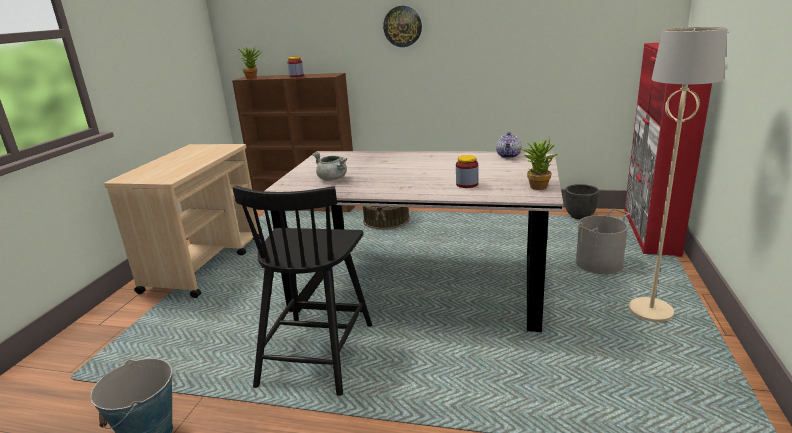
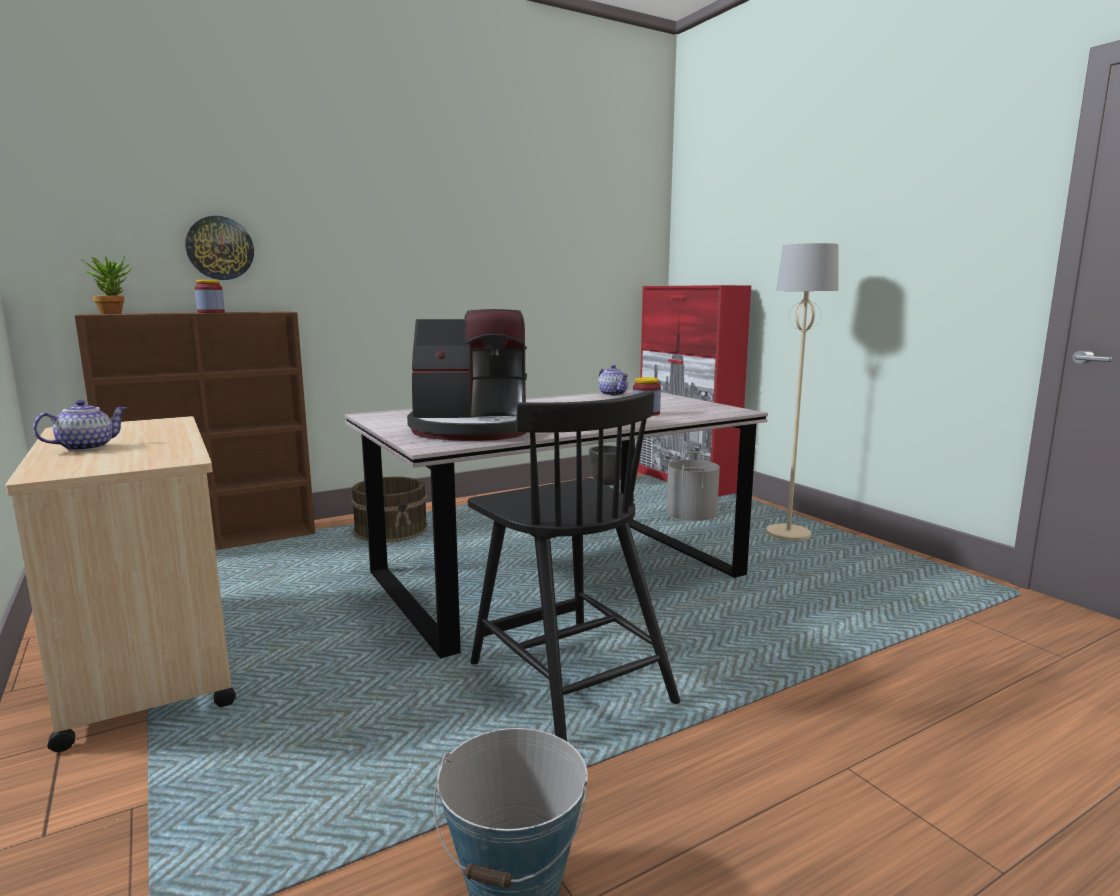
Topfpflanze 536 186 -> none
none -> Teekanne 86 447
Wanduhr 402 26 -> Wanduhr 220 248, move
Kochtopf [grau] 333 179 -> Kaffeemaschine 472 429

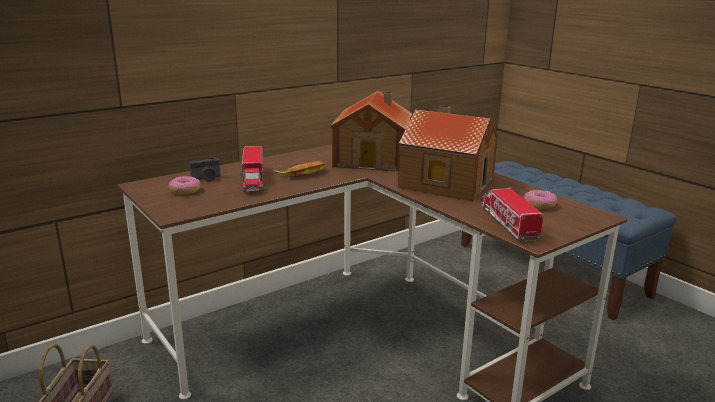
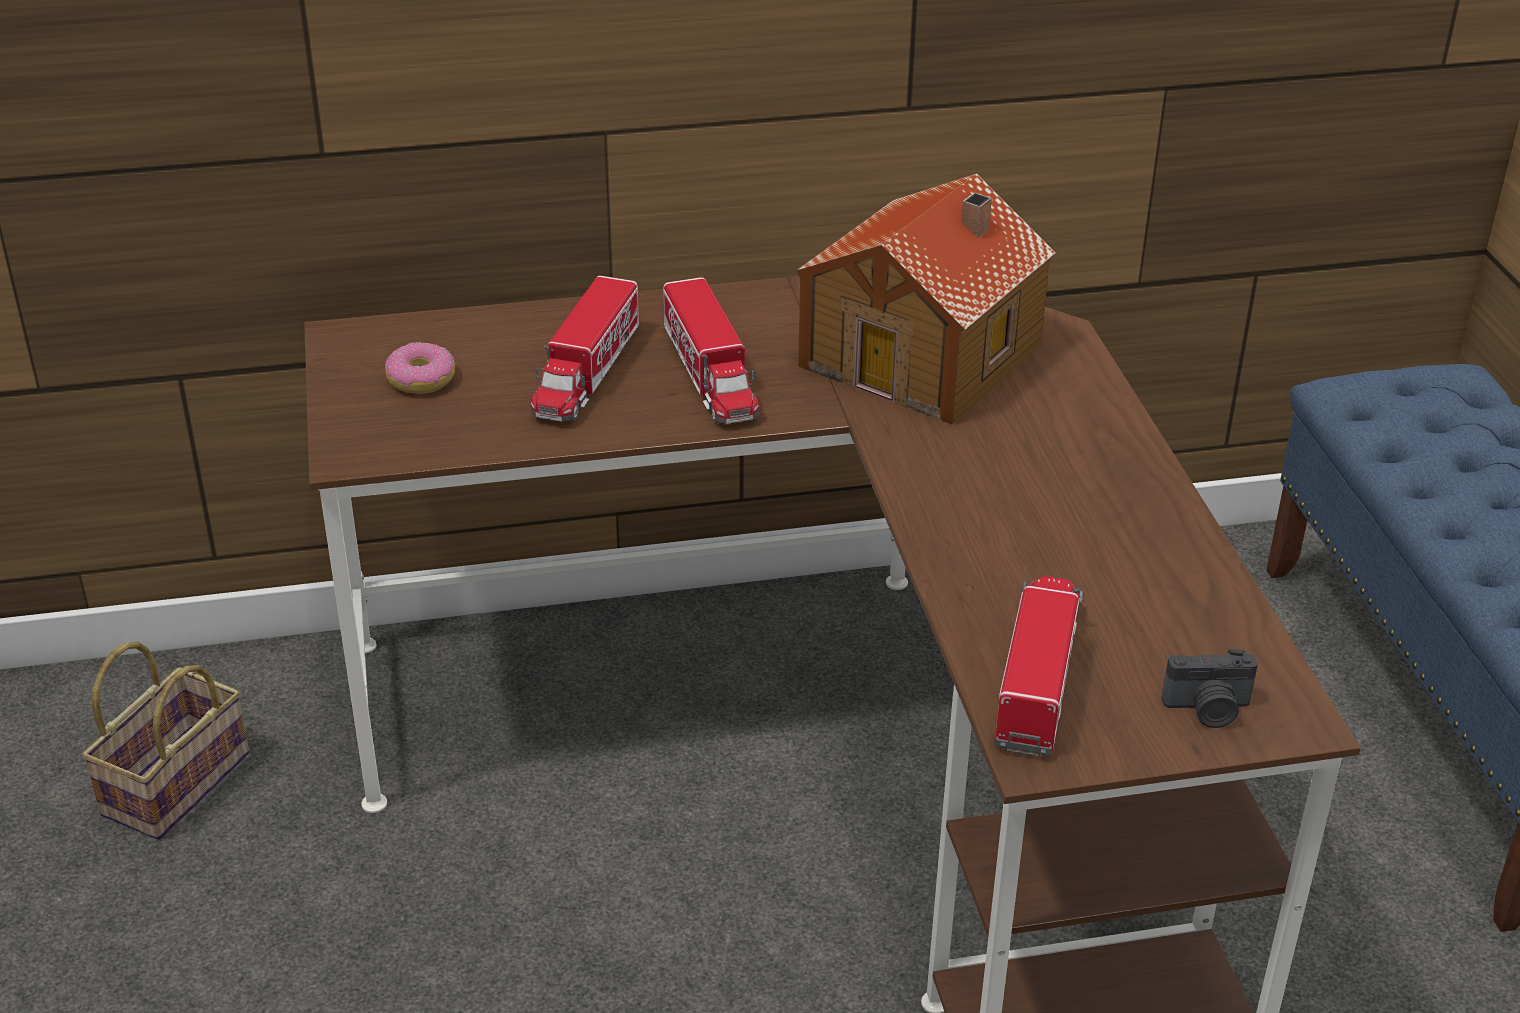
Spielzeughaus 446 181 -> none
Donut 539 205 -> none
Kamera 207 178 -> Kamera 1208 710, move
Banane 302 173 -> Spielzeuglaster 710 374

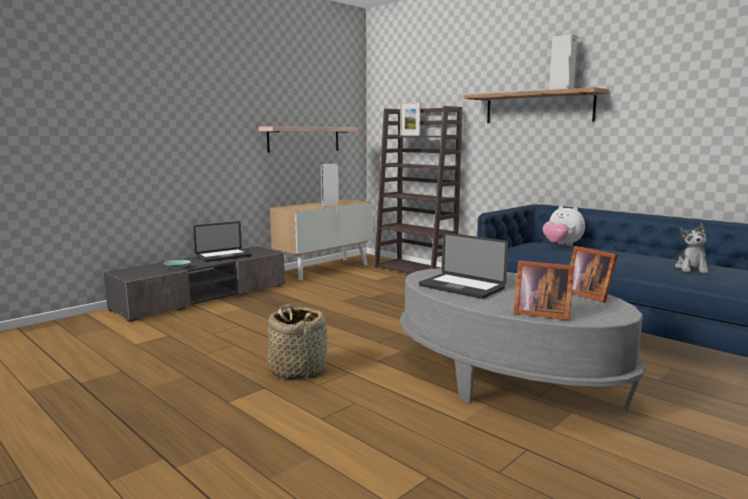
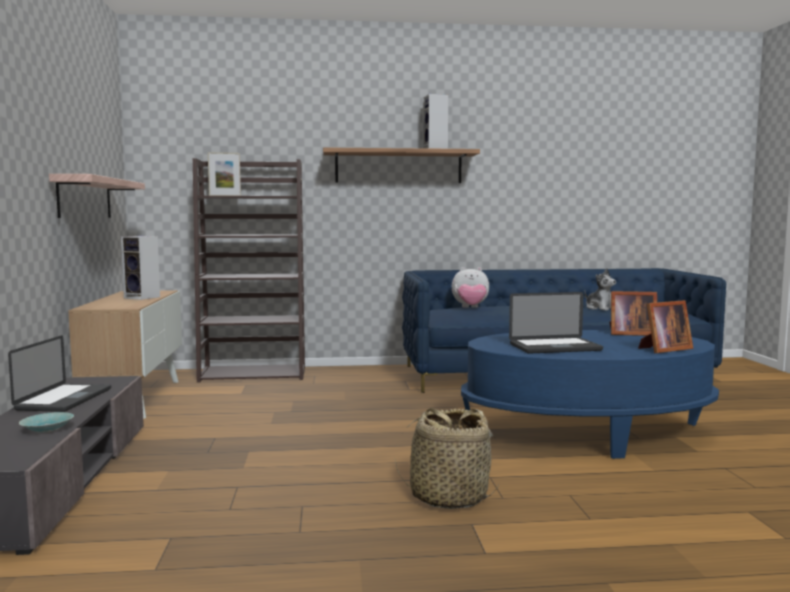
Couchtisch [grau] 506 377 -> Couchtisch [blau] 587 432

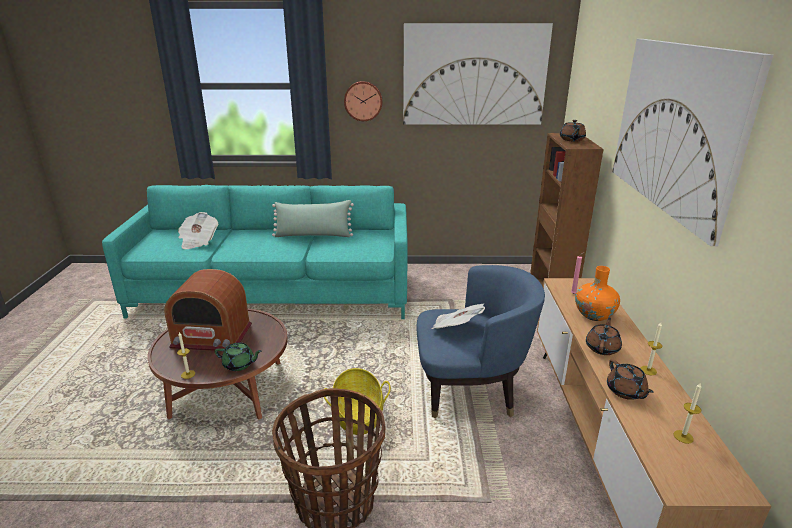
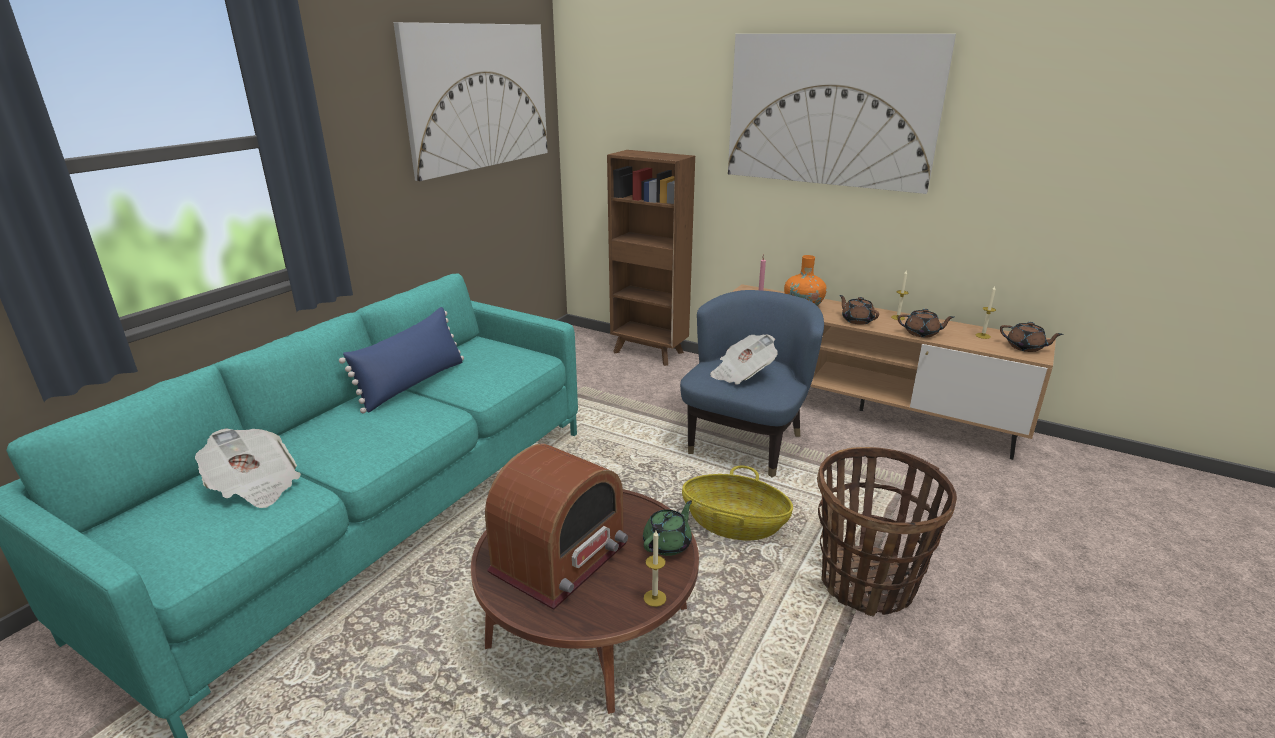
Wanduhr 363 101 -> none
Teekanne [braun] 572 140 -> Teekanne [braun] 1025 347, move
Kissen [grün] 313 235 -> Kissen [blau] 413 384

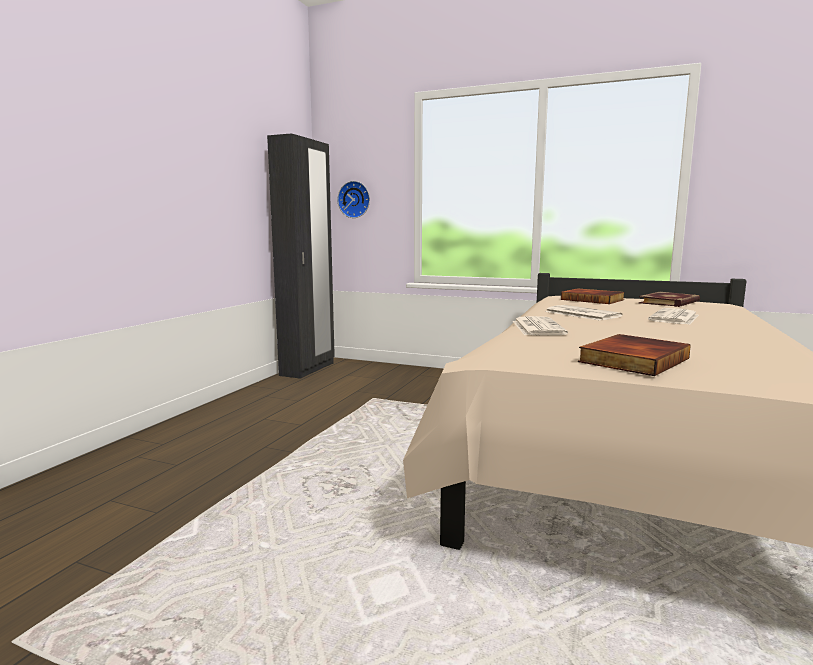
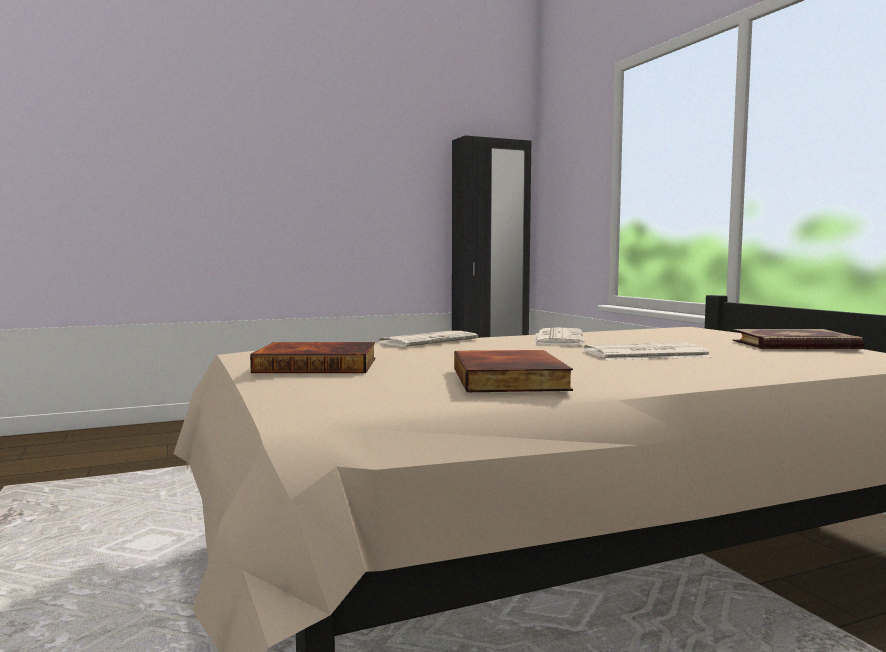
Wanduhr 355 199 -> none
Buch 593 299 -> Buch 511 379, move

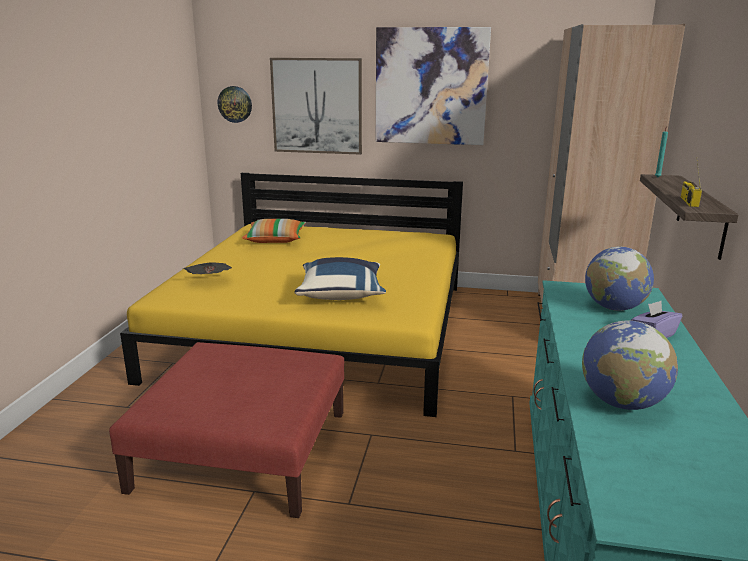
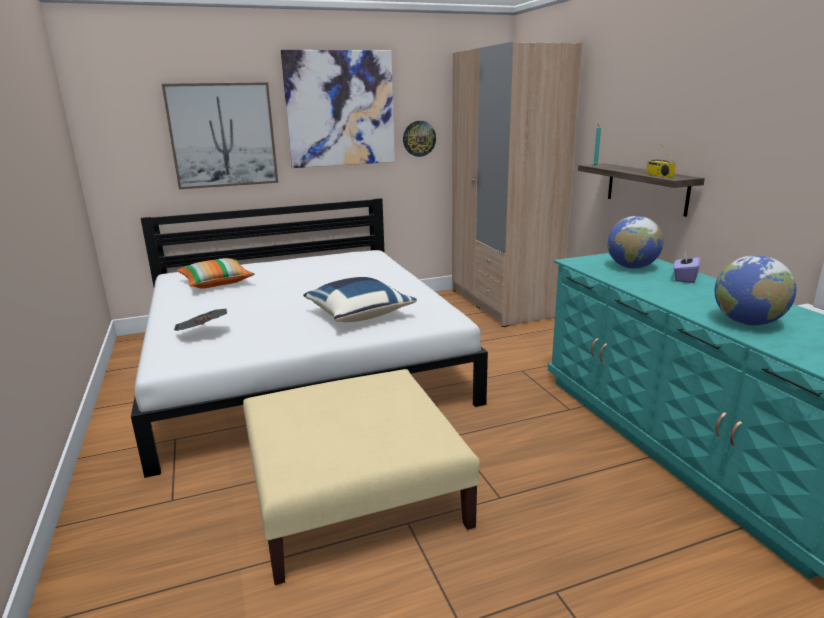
Wanduhr 235 104 -> Wanduhr 419 138, move
Polsterhocker [rot] 244 450 -> Polsterhocker [beige] 355 491
Bett [gelb] 321 328 -> Bett [weiß] 301 362

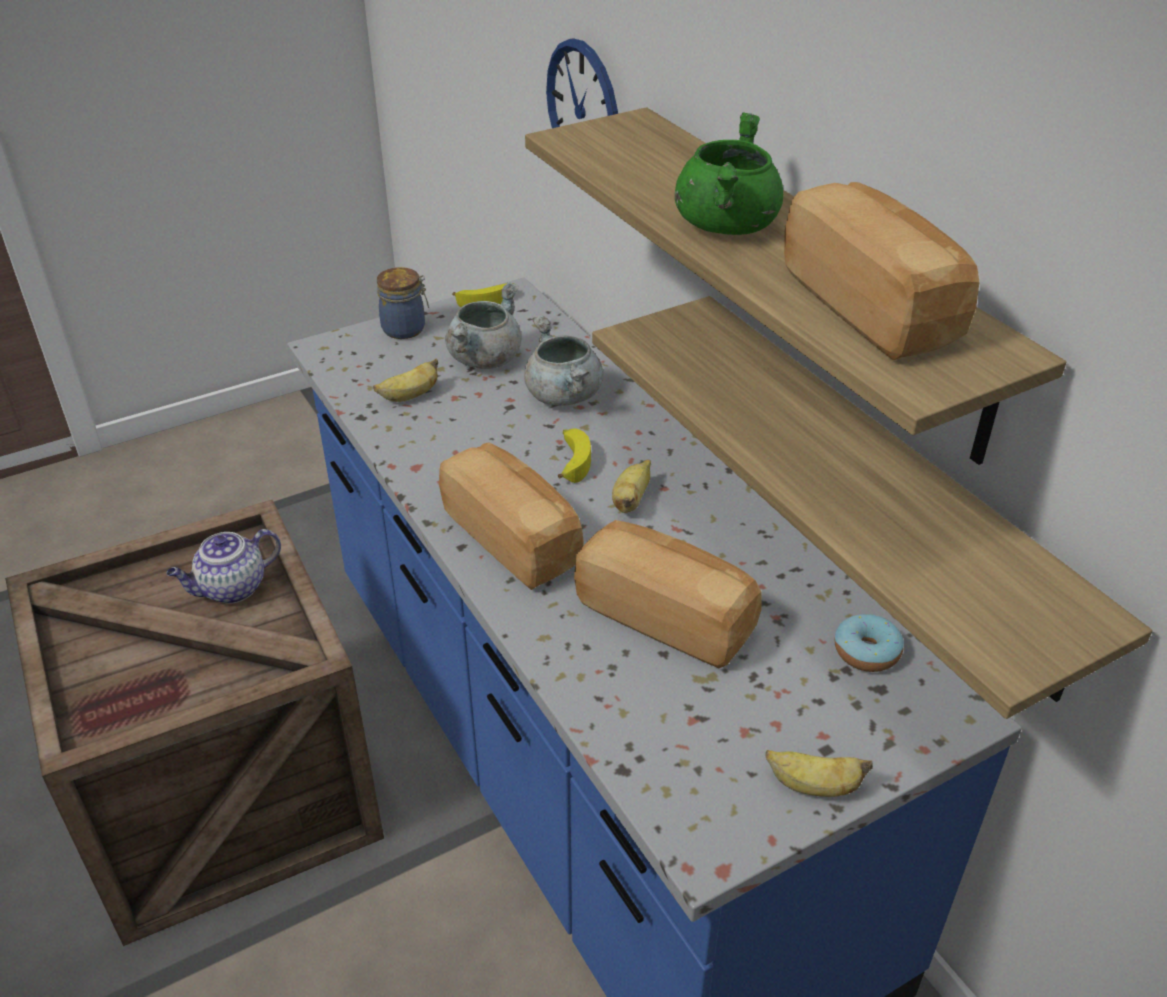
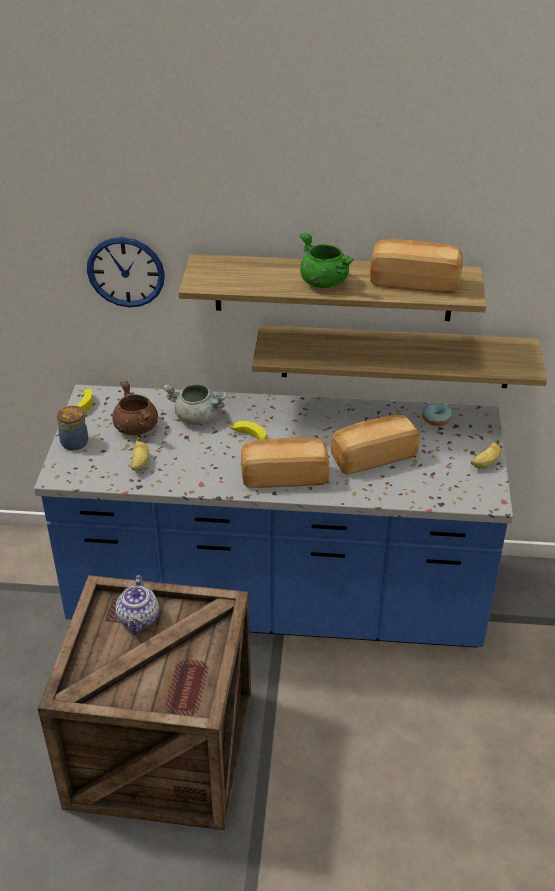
Banane 631 500 -> none
Kochtopf [grau] 484 358 -> Kochtopf [braun] 136 427

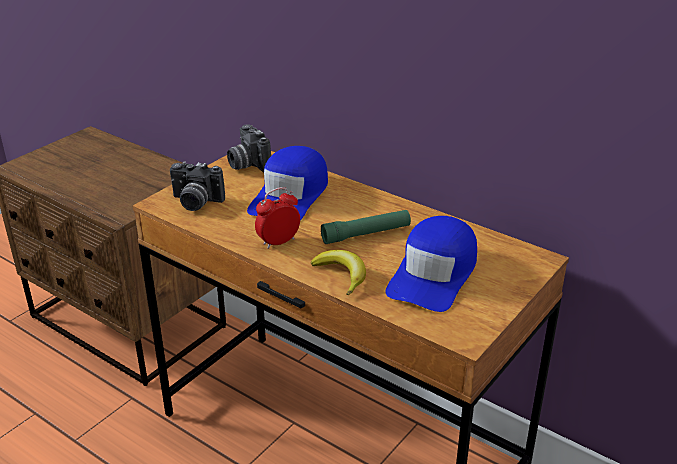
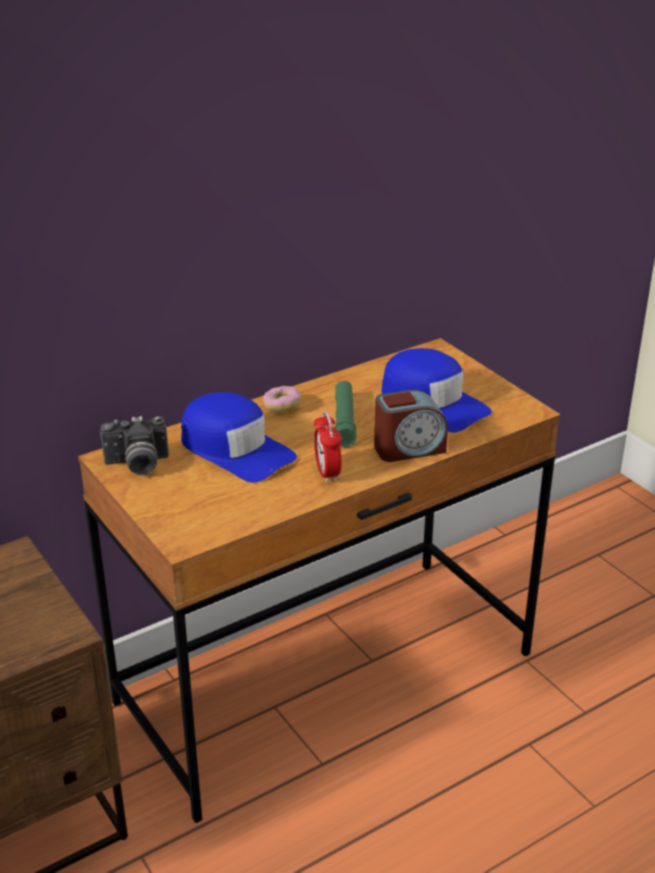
Kamera 195 203 -> none
none -> Donut 282 407
Banane 342 275 -> Wecker 409 448

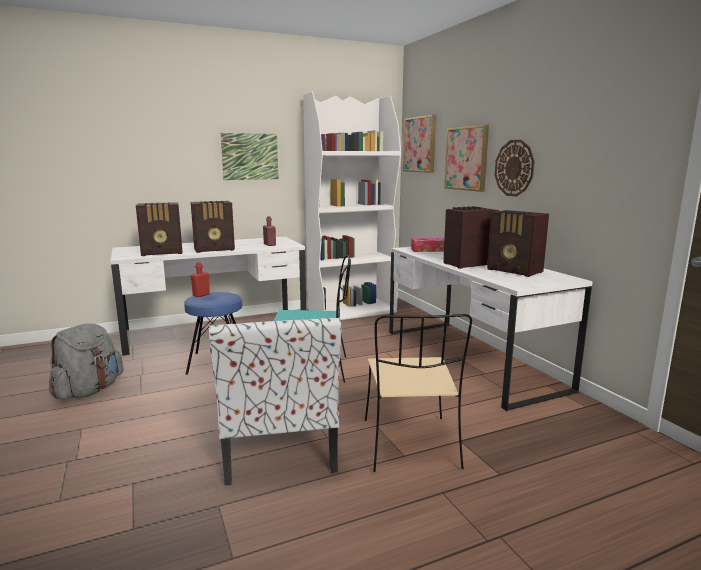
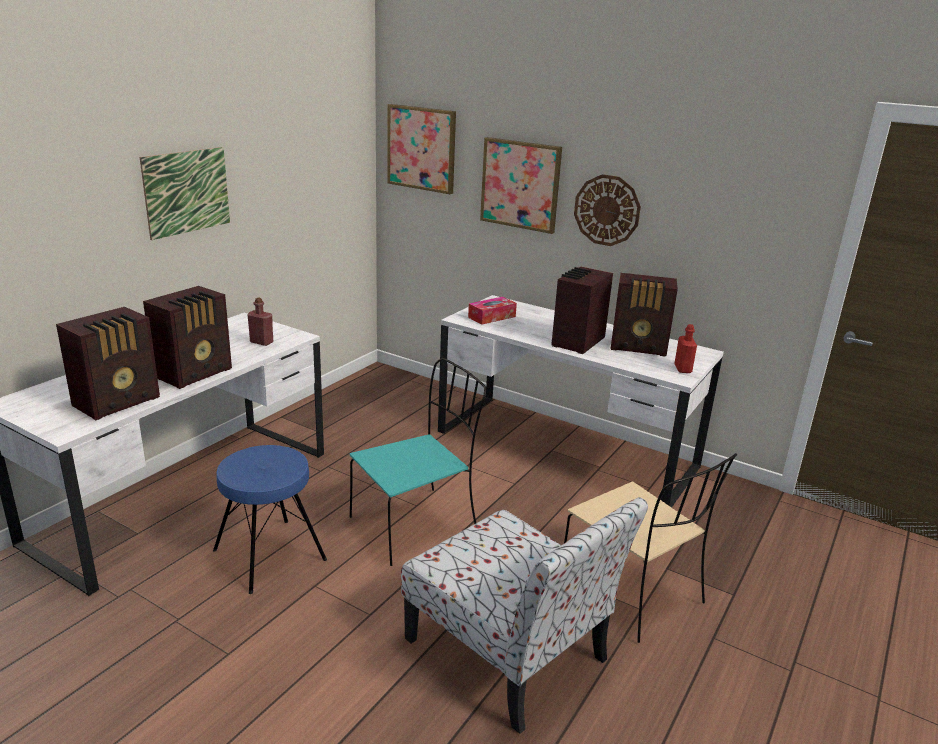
Rucksack [grau] 89 391 -> none
Bücherregal [weiß] 352 310 -> none
Flasche [rot] 201 295 -> Flasche [rot] 682 369, move

